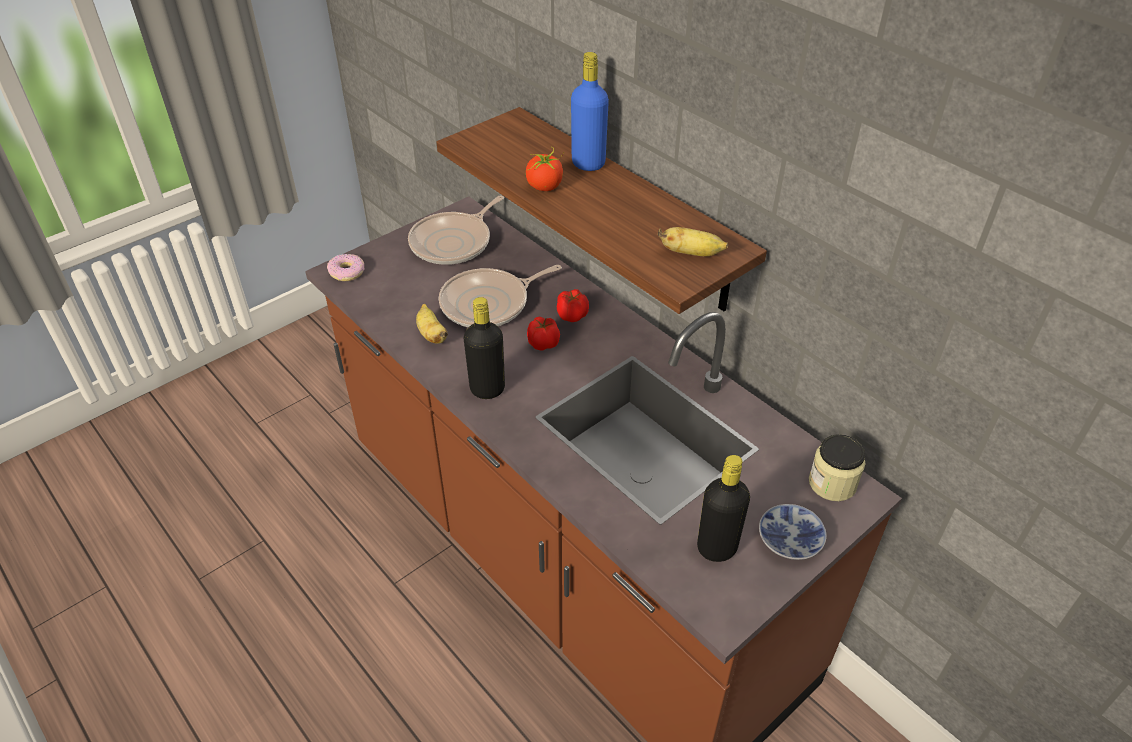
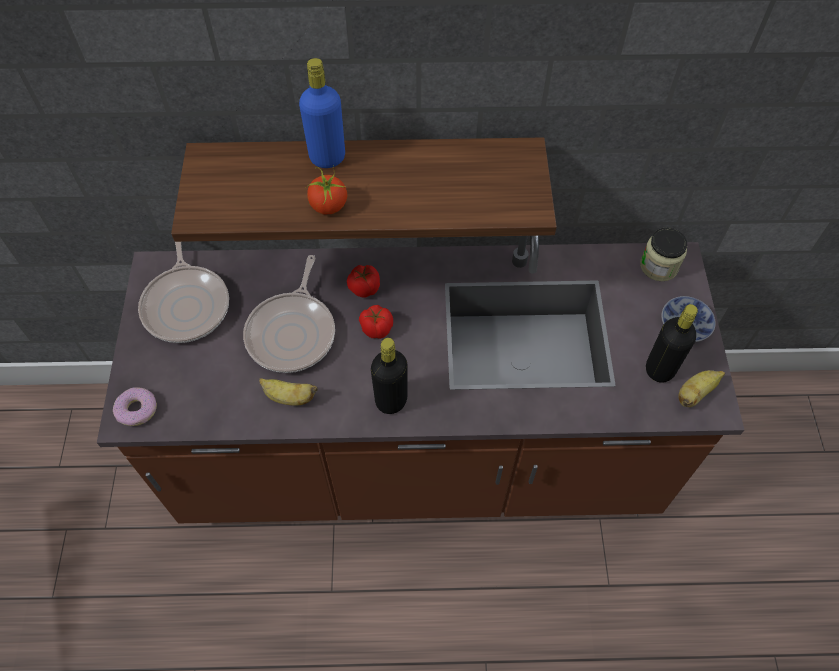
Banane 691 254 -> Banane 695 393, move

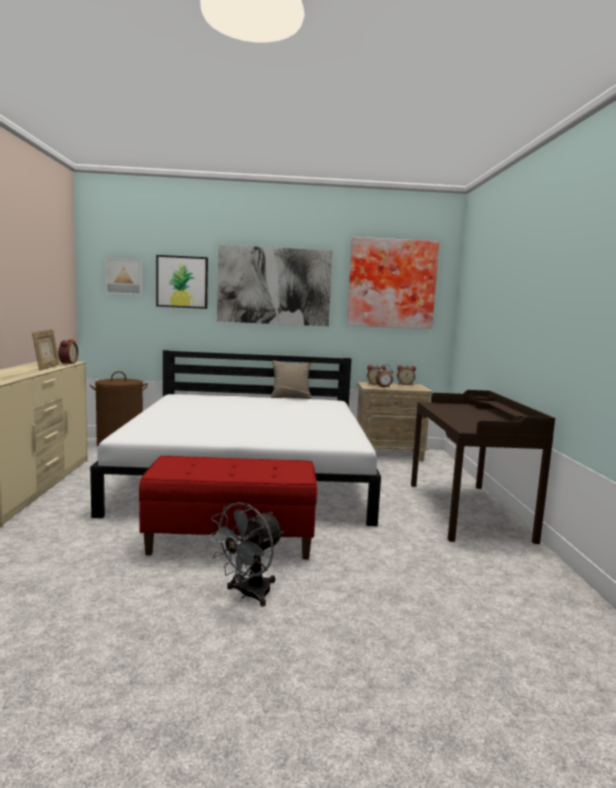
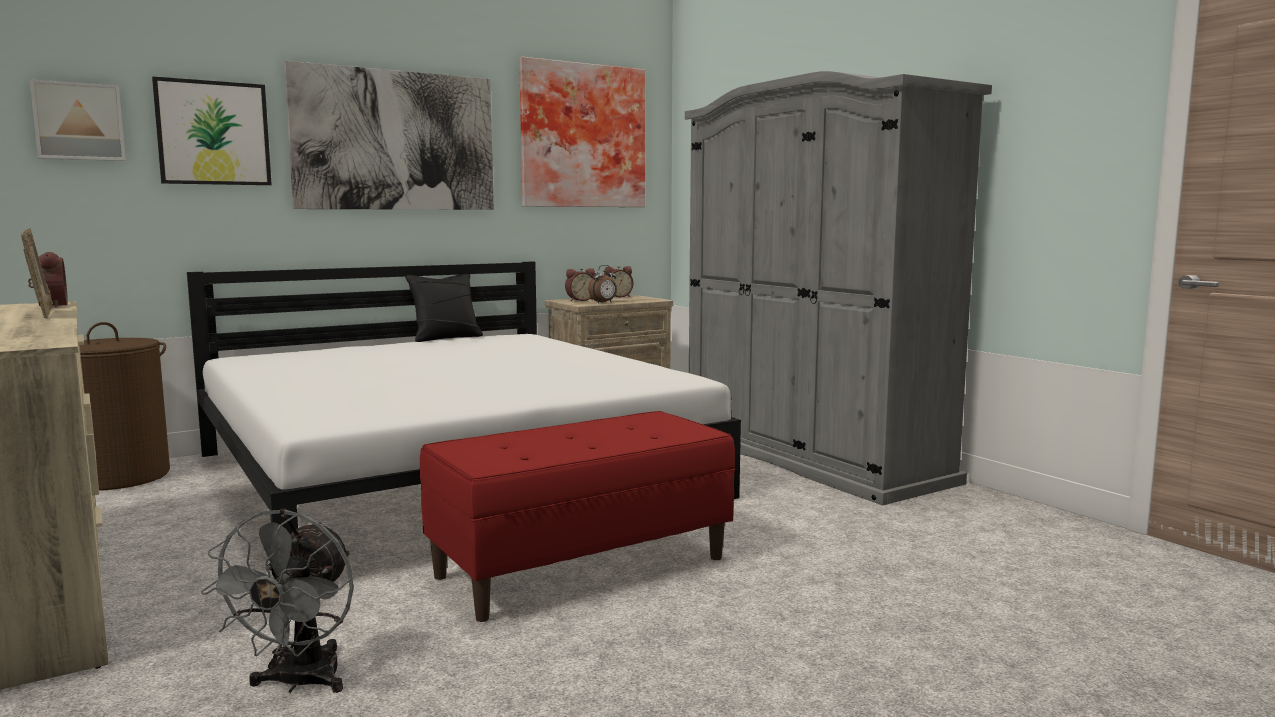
Ventilator [grau] 248 595 -> Ventilator [grau] 299 683, move
Schreibtisch [braun] 468 510 -> Kleiderschrank [grau] 809 456
Kissen [beige] 290 397 -> Kissen [schwarz] 446 338

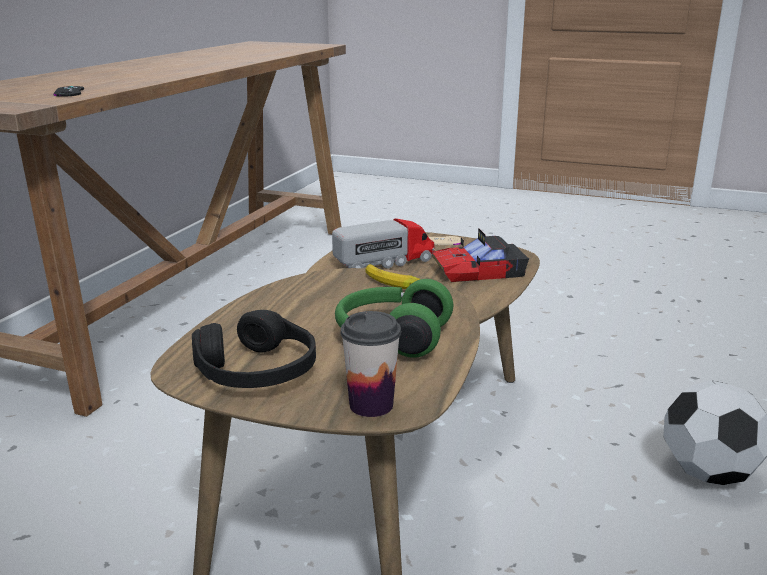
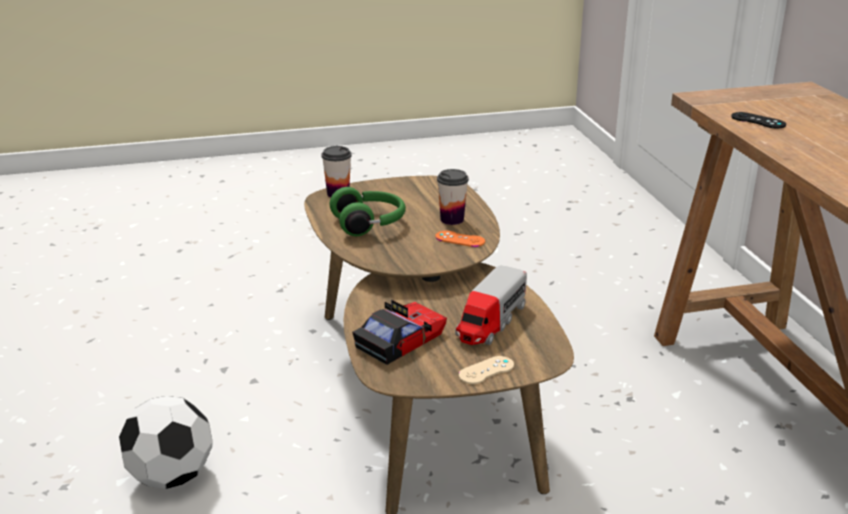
Kopfhörer [schwarz] 257 371 -> none
Banane 395 282 -> none
none -> Gamepad [orange] 460 239
none -> Tasse 452 219

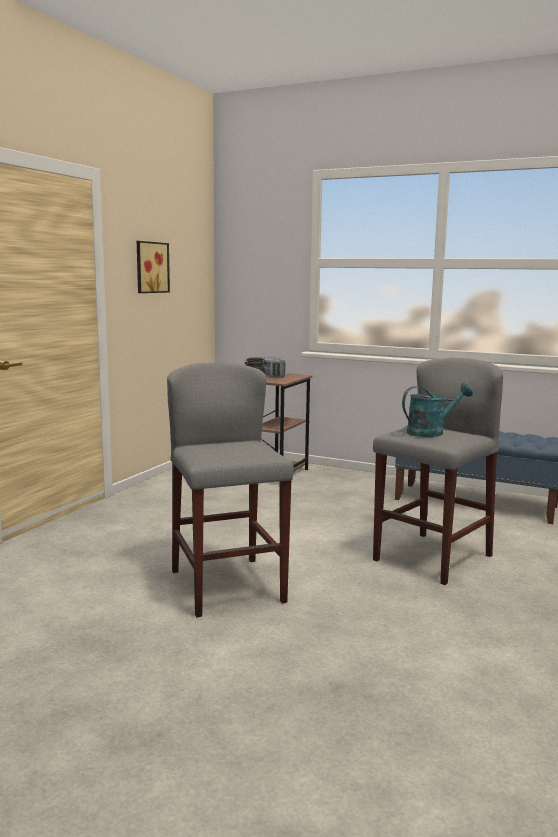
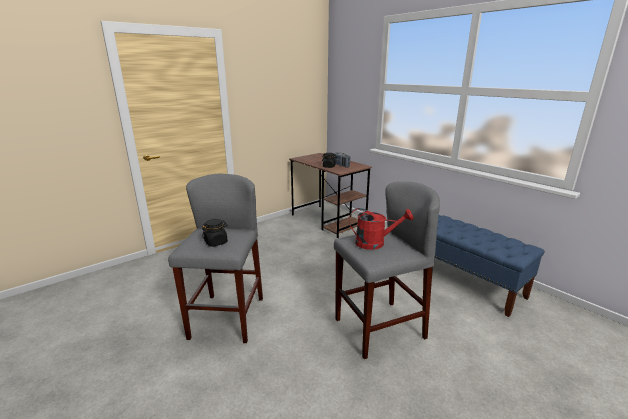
Bild 150 267 -> none
none -> Vorratsglas [schwarz] 216 242
Gießkanne [türkis] 431 432 -> Gießkanne [rot] 375 243

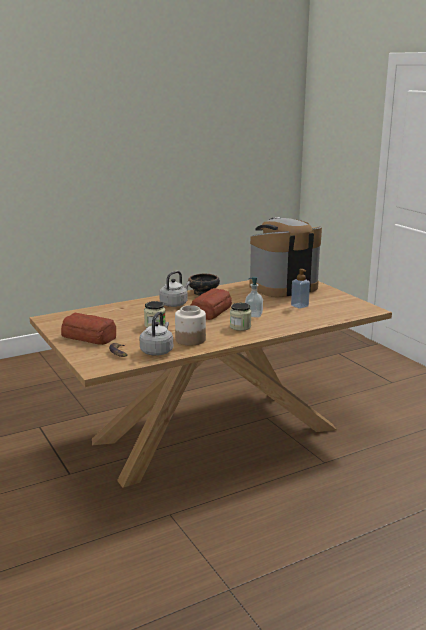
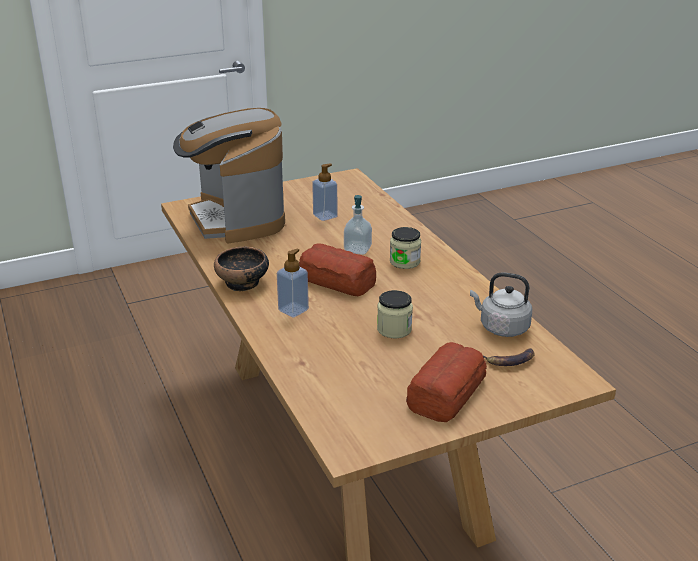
Vorratsglas 190 340 -> none
Wasserkessel [grau] 174 304 -> Seifenspender 293 310

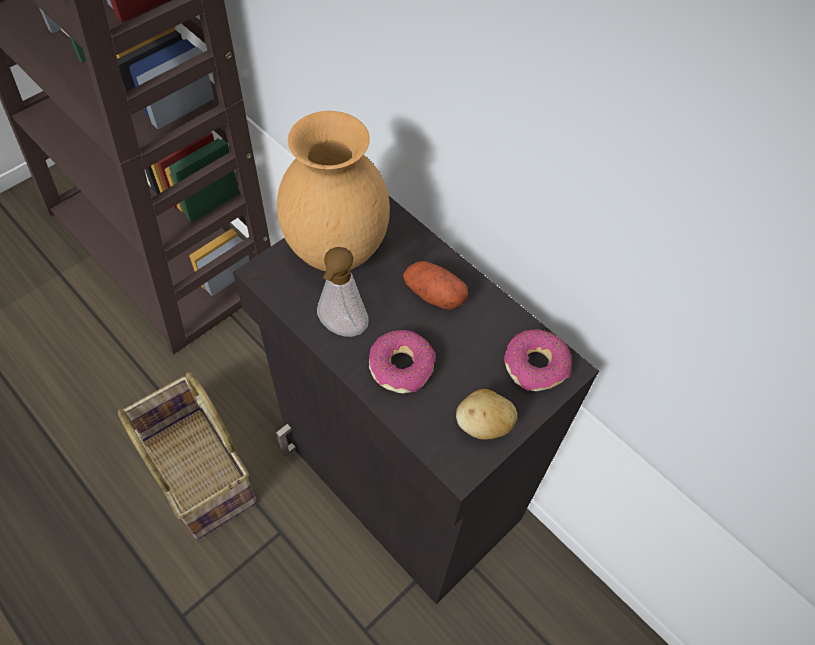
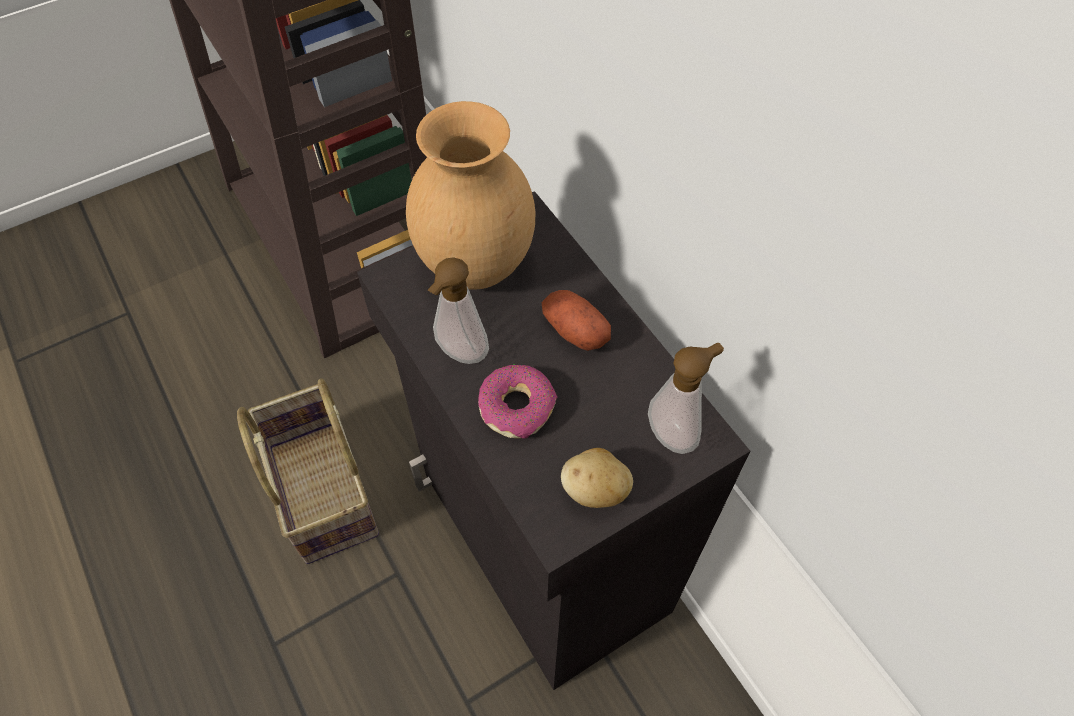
Donut 535 366 -> Seifenspender 674 432

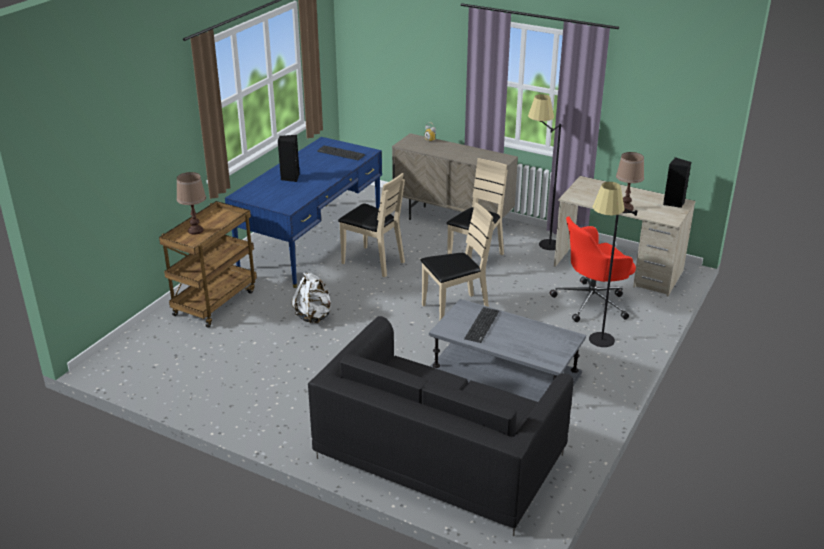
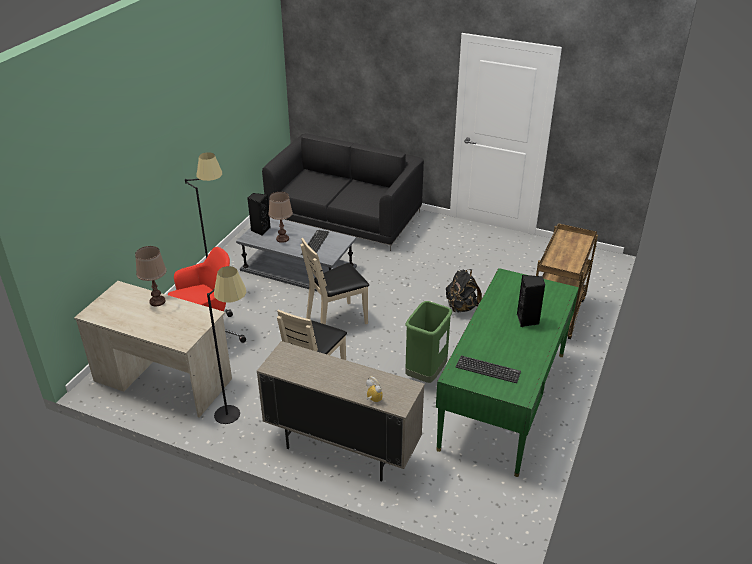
Tischlampe [braun] 195 230 -> Tischlampe [braun] 282 239, move
Lautsprecher [schwarz] 674 203 -> Lautsprecher [schwarz] 260 230, move
Stuhl [beige] 373 262 -> Mülleimer [grün] 426 374
Schreibtisch [blau] 311 243 -> Schreibtisch [grün] 504 399
Rucksack [weiß] 314 316 -> Rucksack [schwarz] 461 307

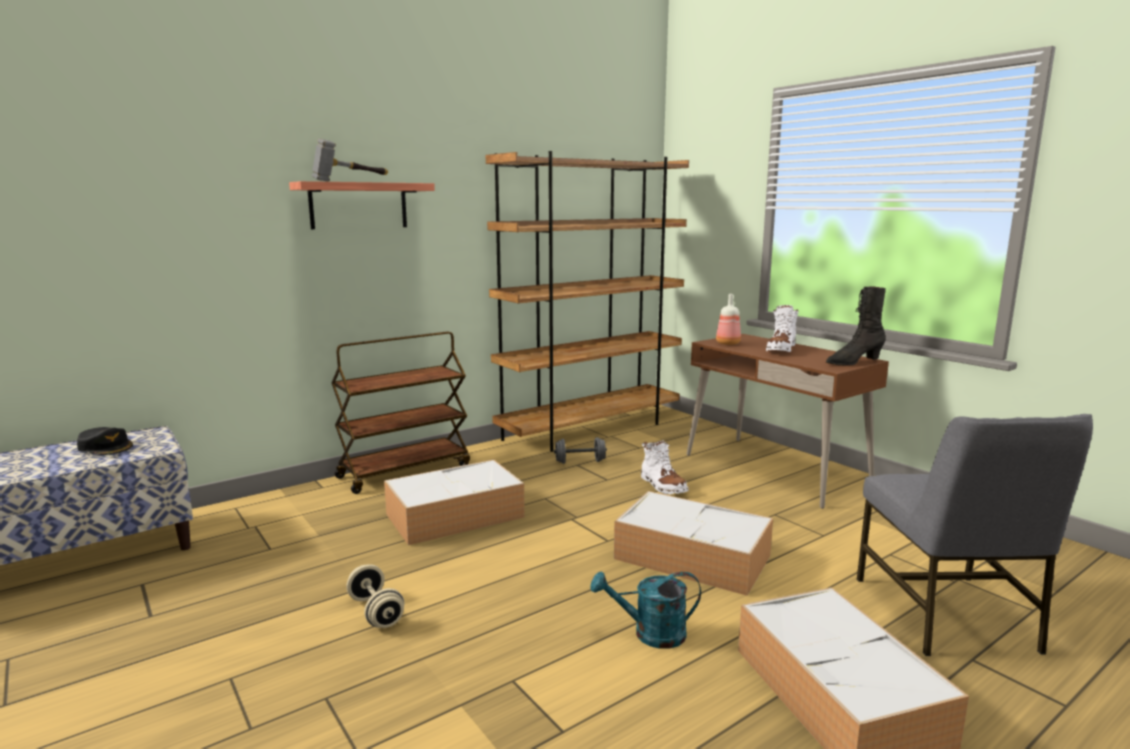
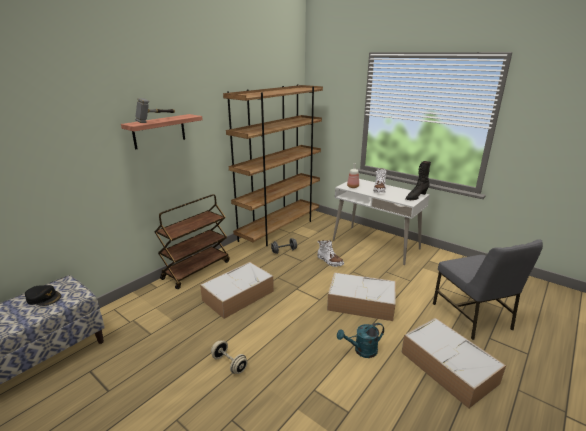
Schreibtisch [braun] 775 470 -> Schreibtisch [weiß] 375 244

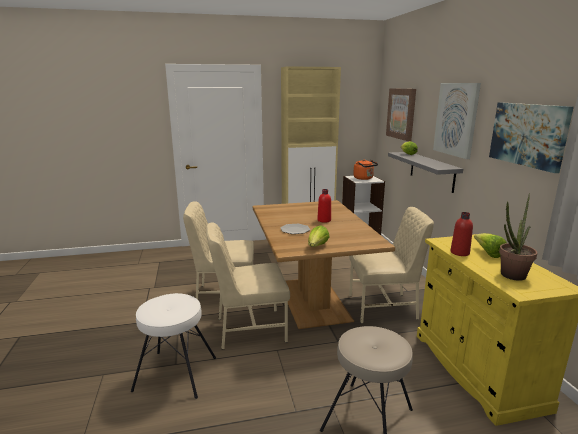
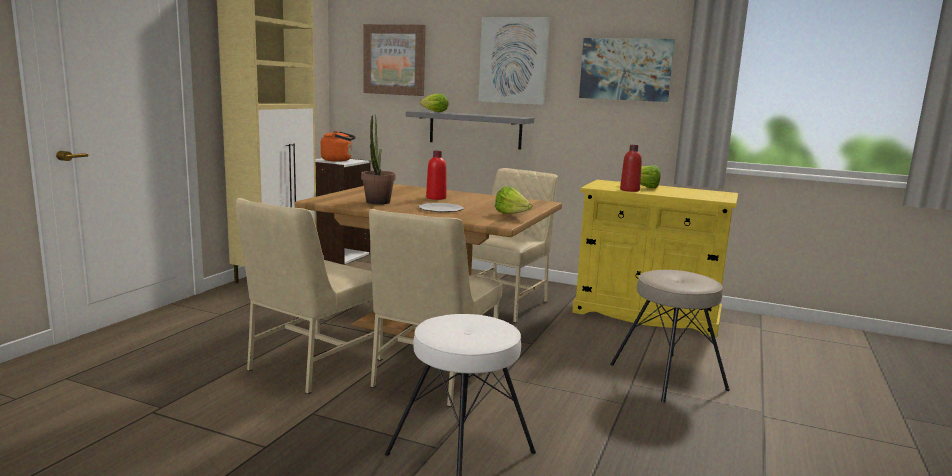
Topfpflanze 510 276 -> Topfpflanze 377 203, move

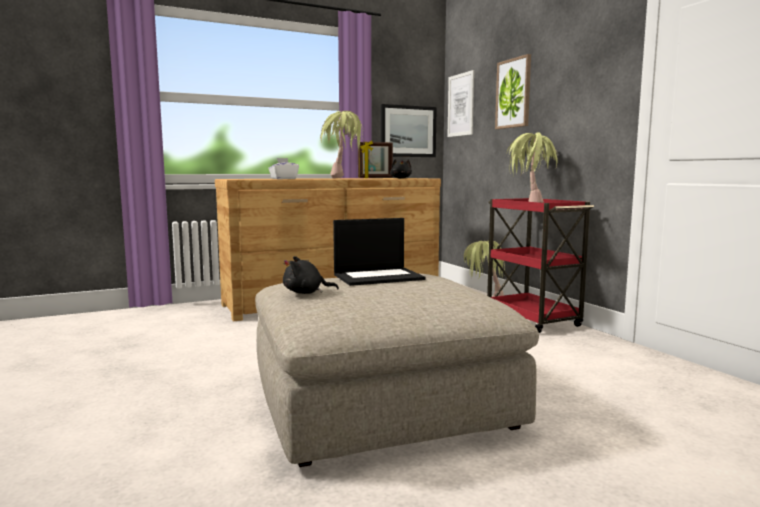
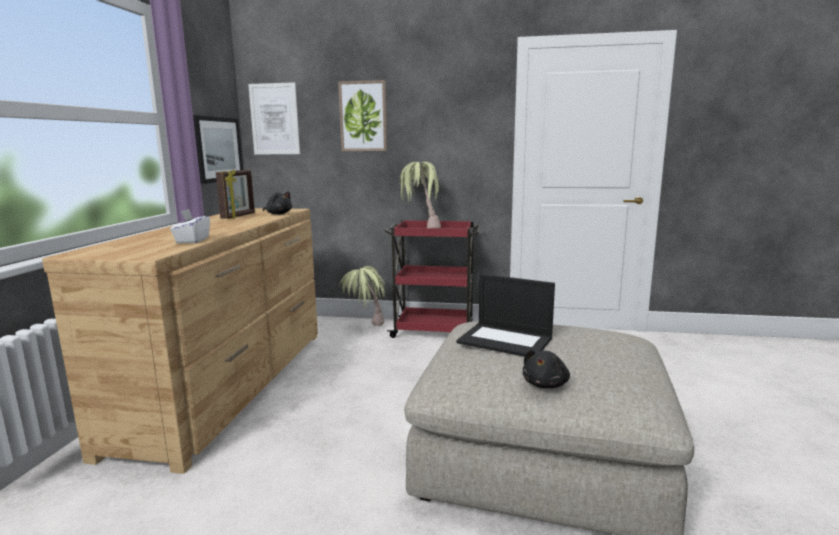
Topfpflanze 342 178 -> none
Laptop 378 277 -> Laptop 506 340, 105 degrees clockwise

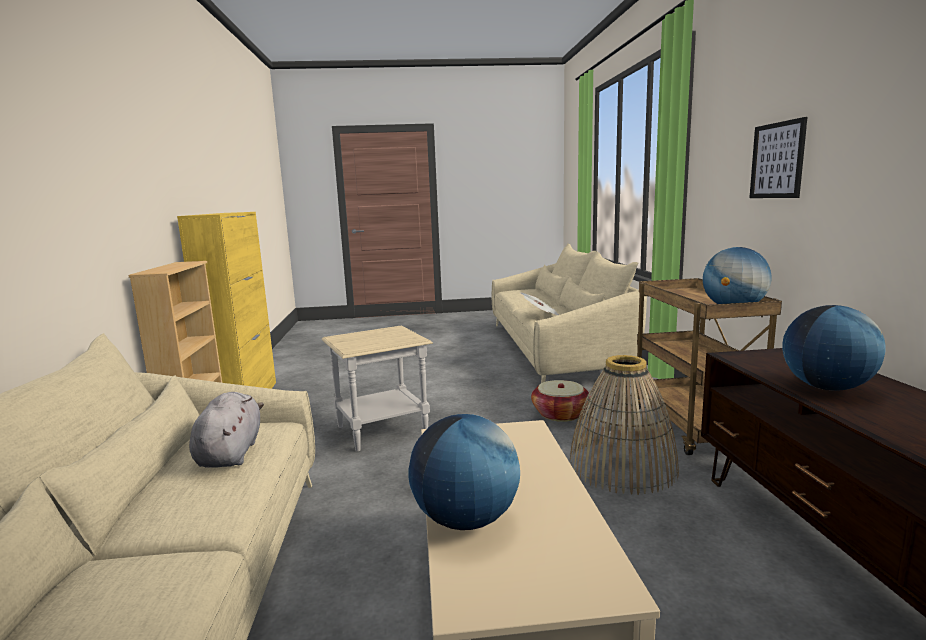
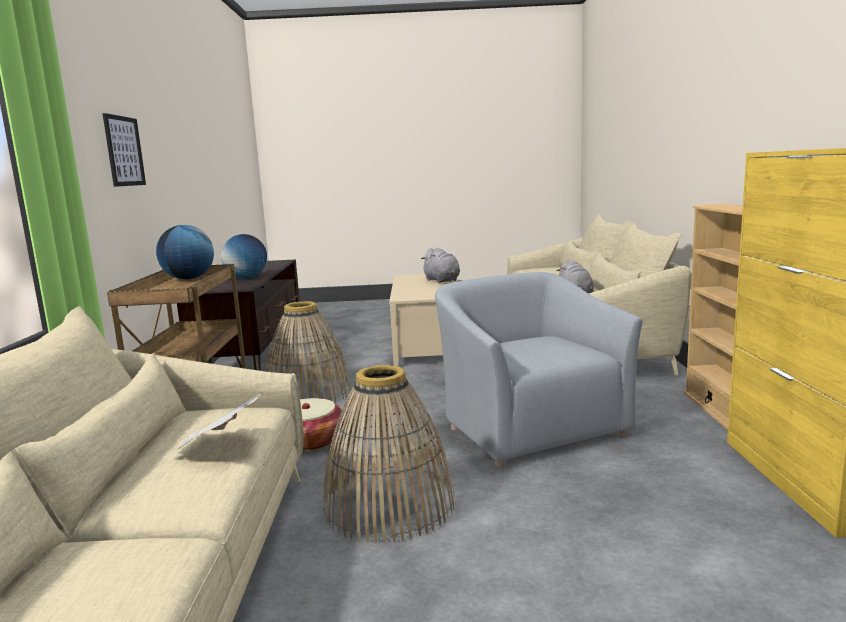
none -> Korb 389 504
Beistelltisch [beige] 381 430 -> Sessel [grau] 530 427
Globus 466 520 -> Plüschtier [grau] 442 281

